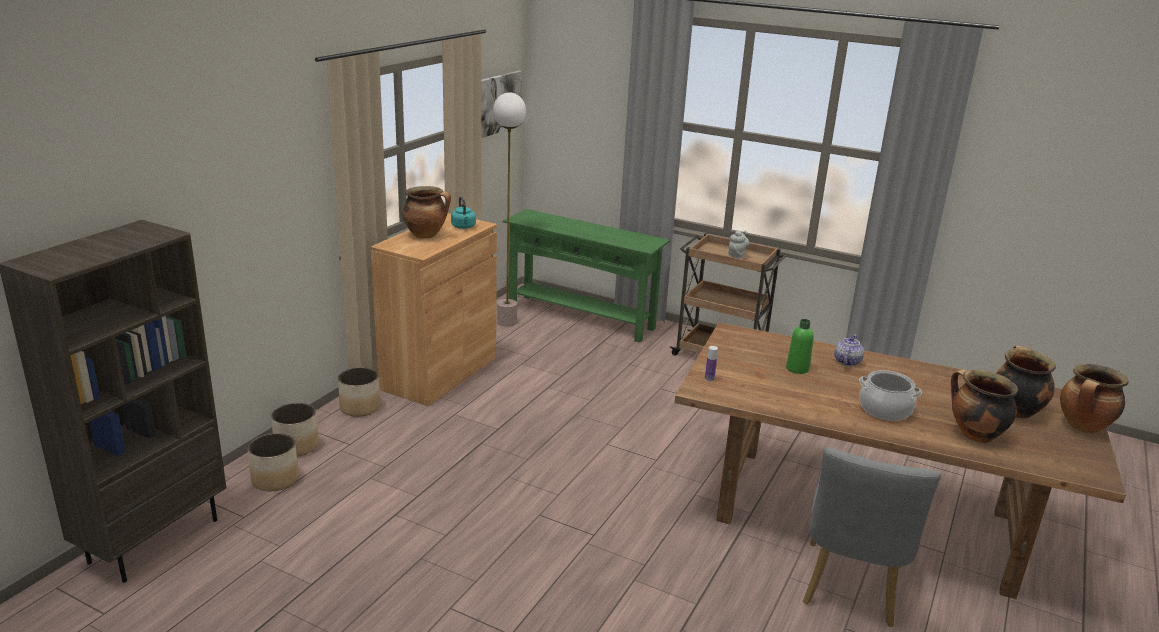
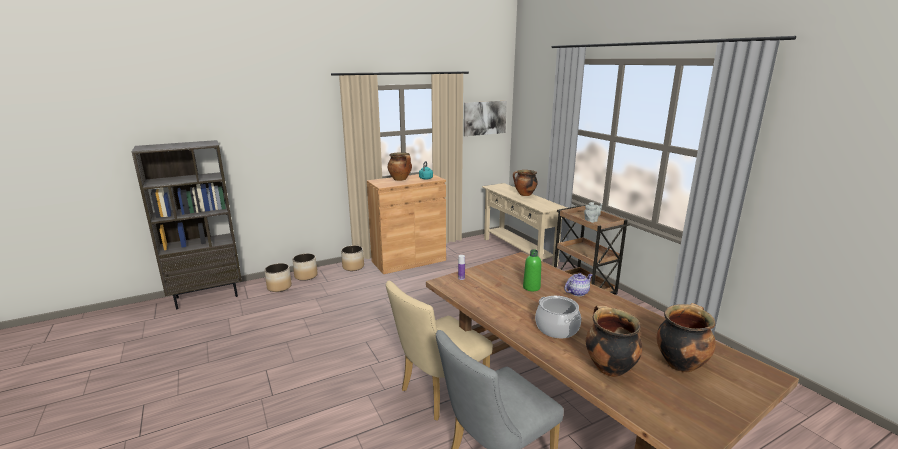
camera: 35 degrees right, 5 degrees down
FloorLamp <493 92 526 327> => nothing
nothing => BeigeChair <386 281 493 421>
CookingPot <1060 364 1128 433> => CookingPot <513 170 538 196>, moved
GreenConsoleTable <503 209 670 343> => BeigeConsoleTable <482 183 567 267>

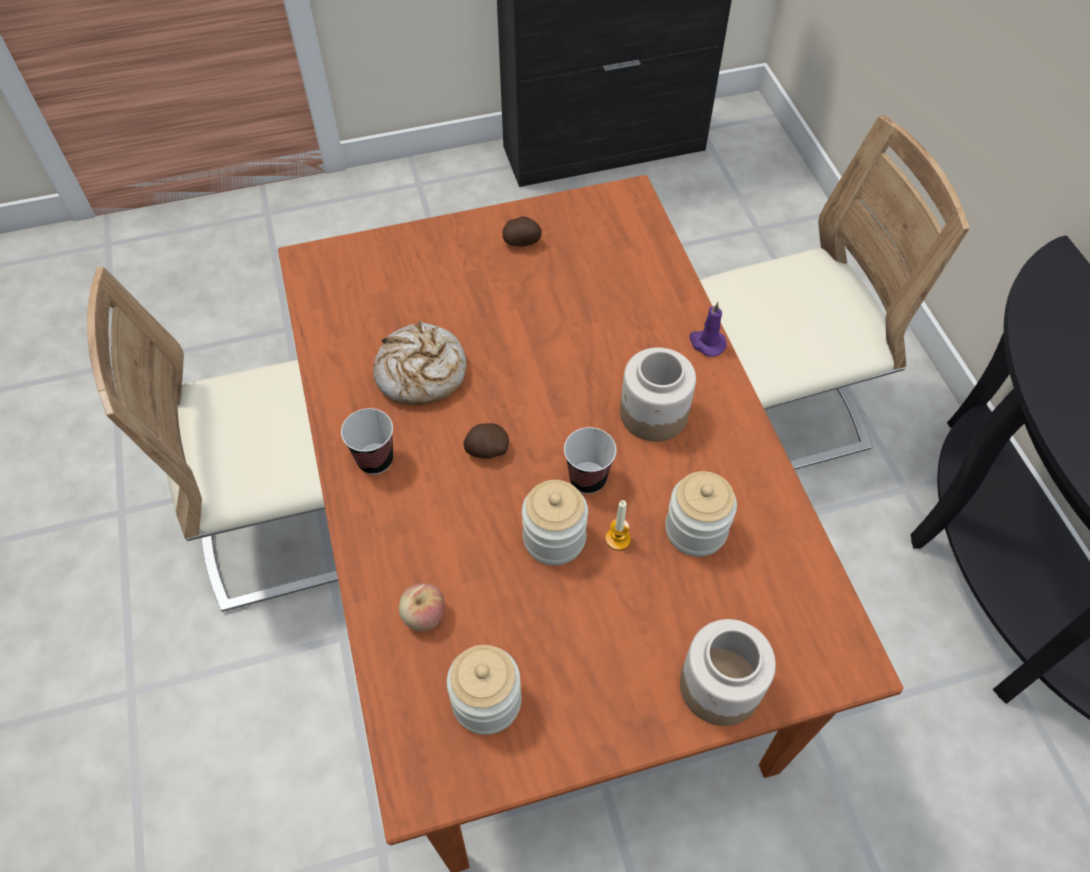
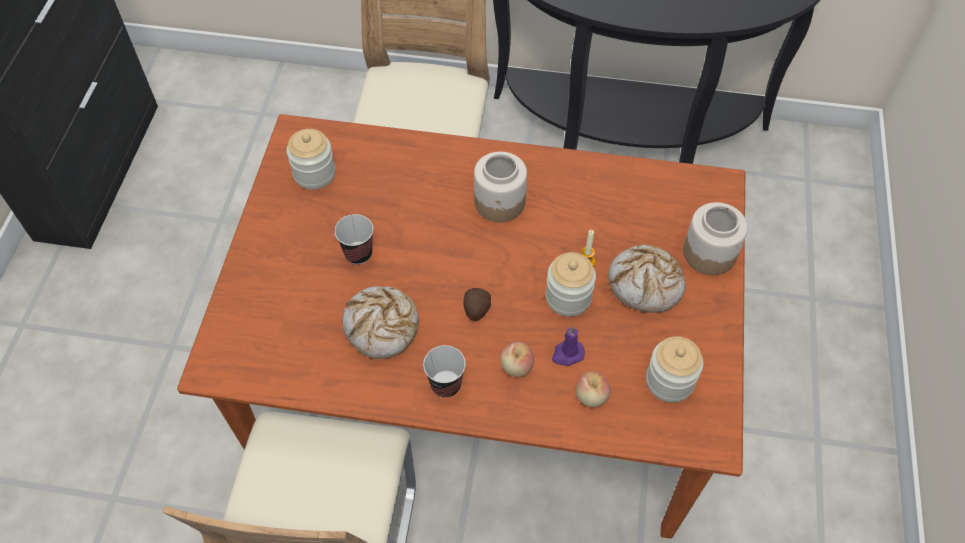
camera: 65 degrees left, 0 degrees up
Potato <502 216 542 246> => nothing
nothing => Apple <501 342 534 377>
nothing => Bread <608 244 685 313>
Cup <564 427 616 494> => Cup <335 214 373 265>, moved
Jar <665 471 737 557> => Jar <287 129 335 190>, moved
PurpleCandle <689 302 727 357> => PurpleCandle <552 326 585 366>, moved

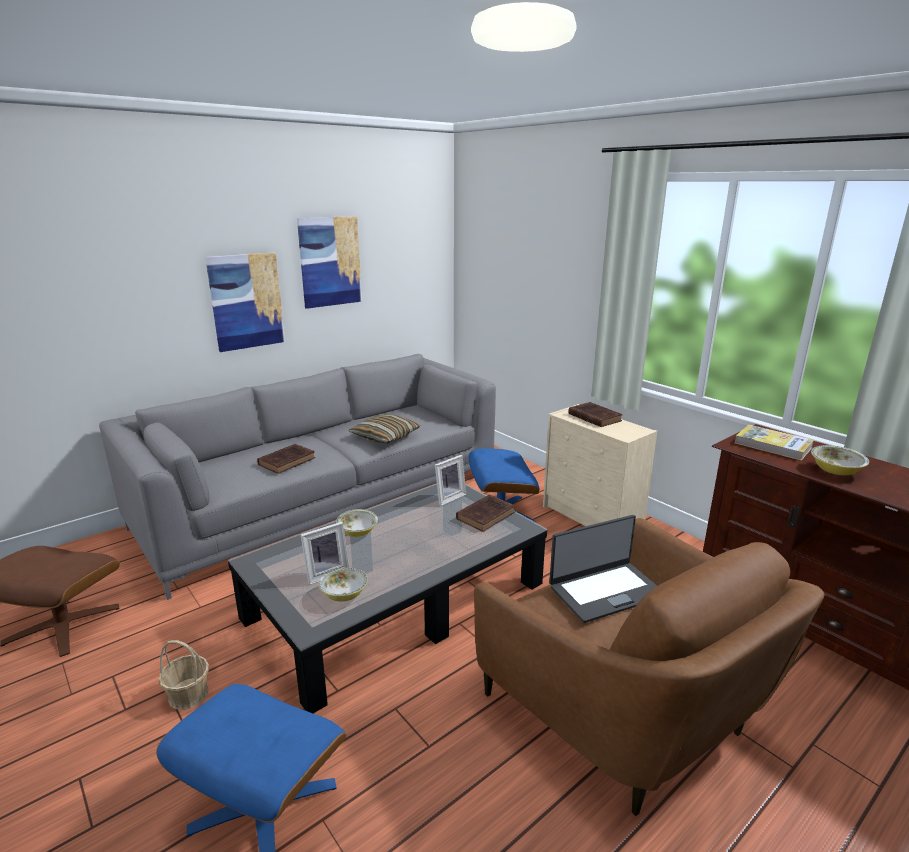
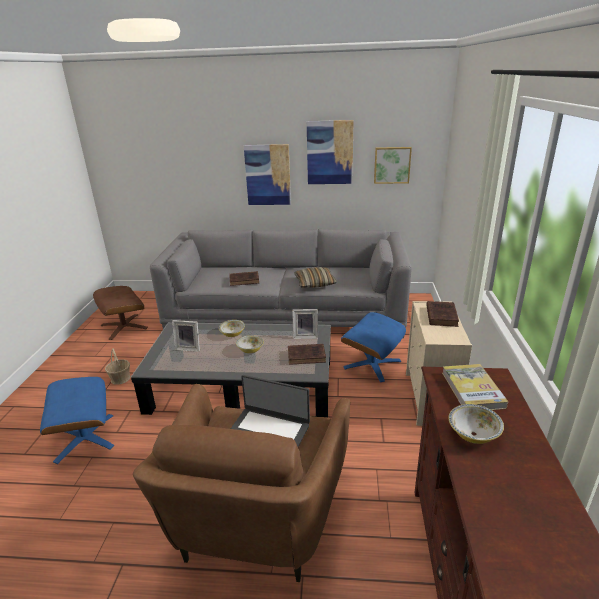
camera: 45 degrees right, 5 degrees up
nothing => Picture <374 147 412 184>
Bowl <318 568 368 602> => Bowl <236 335 264 353>, moved

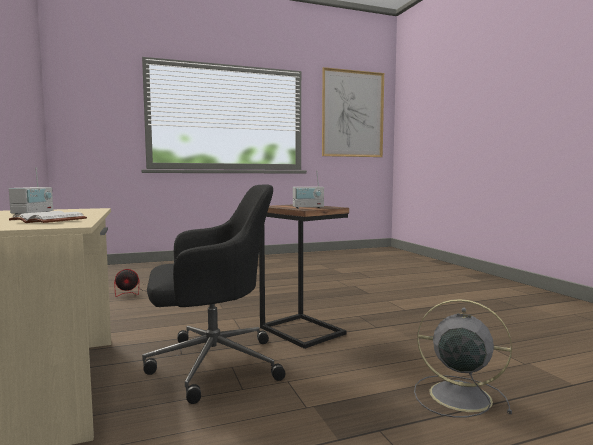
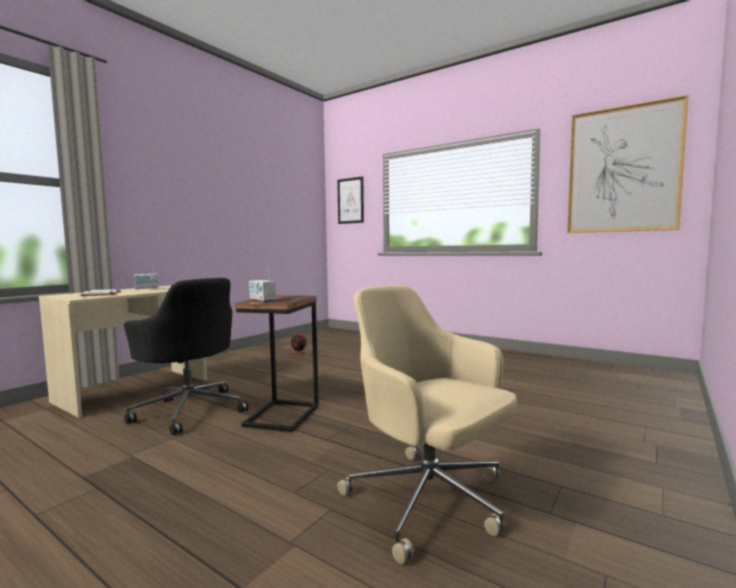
camera: 55 degrees right, 0 degrees up
GreyFan <414 299 512 418> => nothing
nothing => Picture <337 176 364 224>
nothing => BeigeOfficeChair <337 285 517 564>

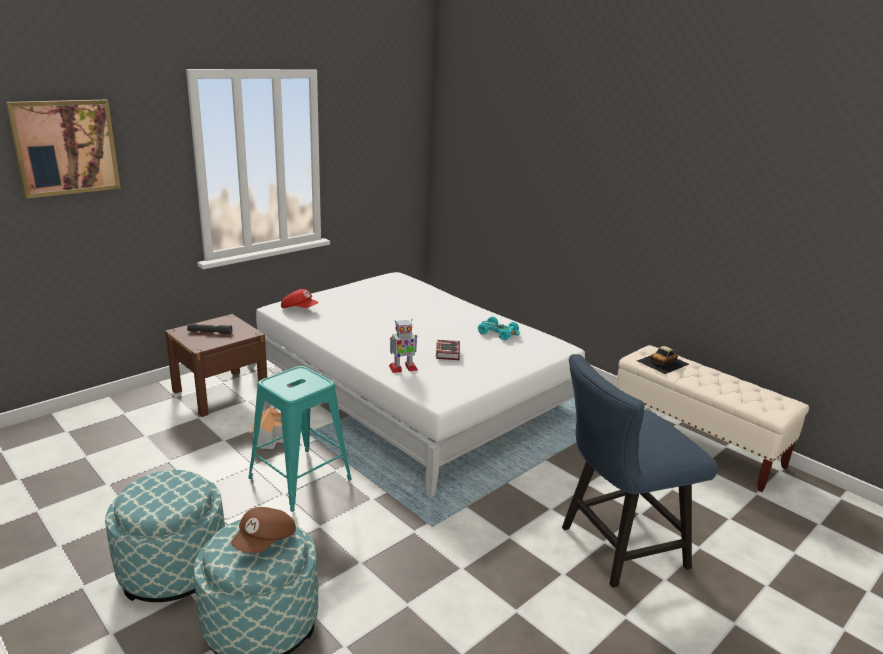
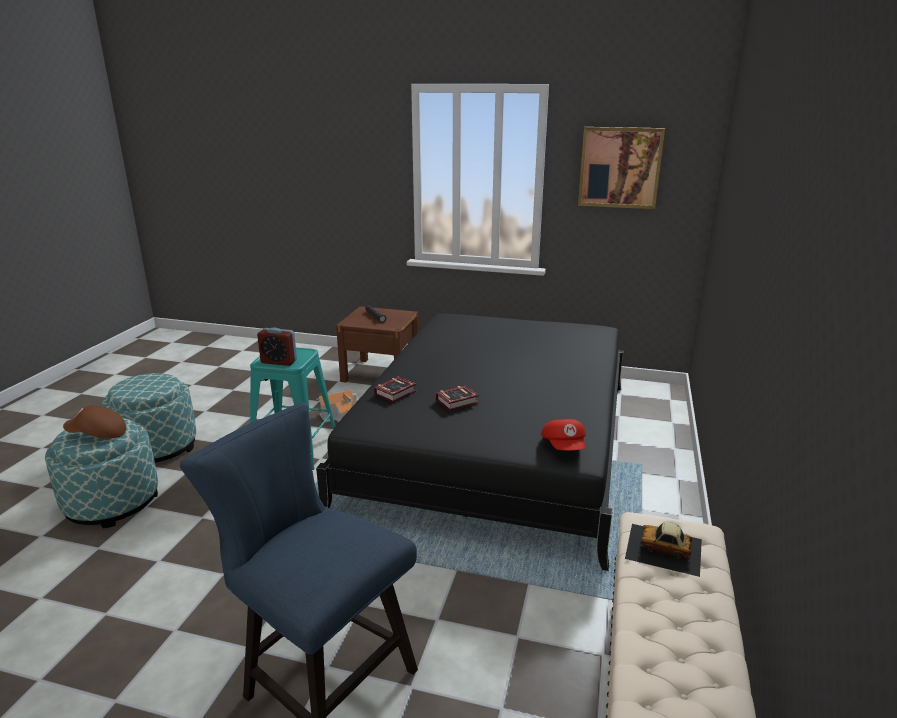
camera: 60 degrees right, 0 degrees up
TurquoiseToyCar <478 317 520 340> => nothing
nothing => AlarmClock <257 328 297 366>
Picture <6 100 121 199> => Picture <578 127 665 209>, moved
RedCap <281 289 319 308> => RedCap <541 419 586 450>, moved
ToyRobot <389 319 418 373> => Book <374 377 416 403>
WhiteBed <247 272 585 498> => BlackBed <316 314 623 571>

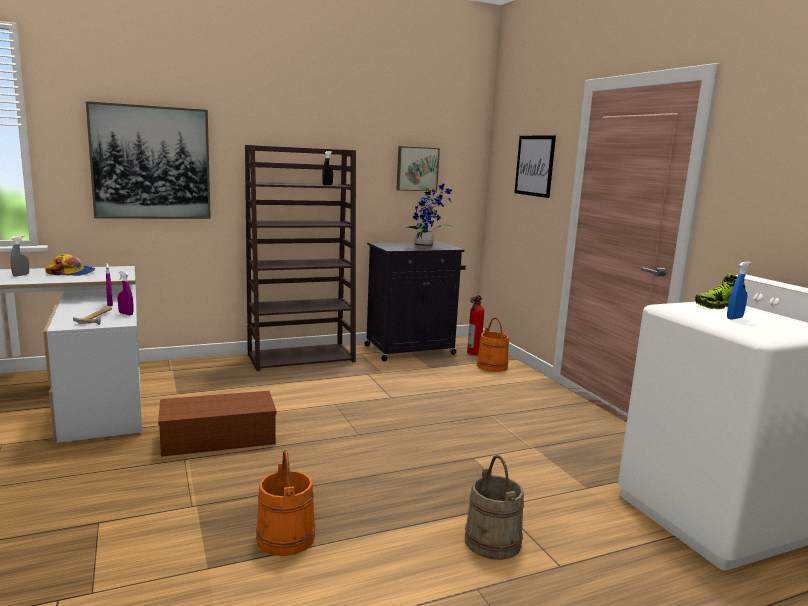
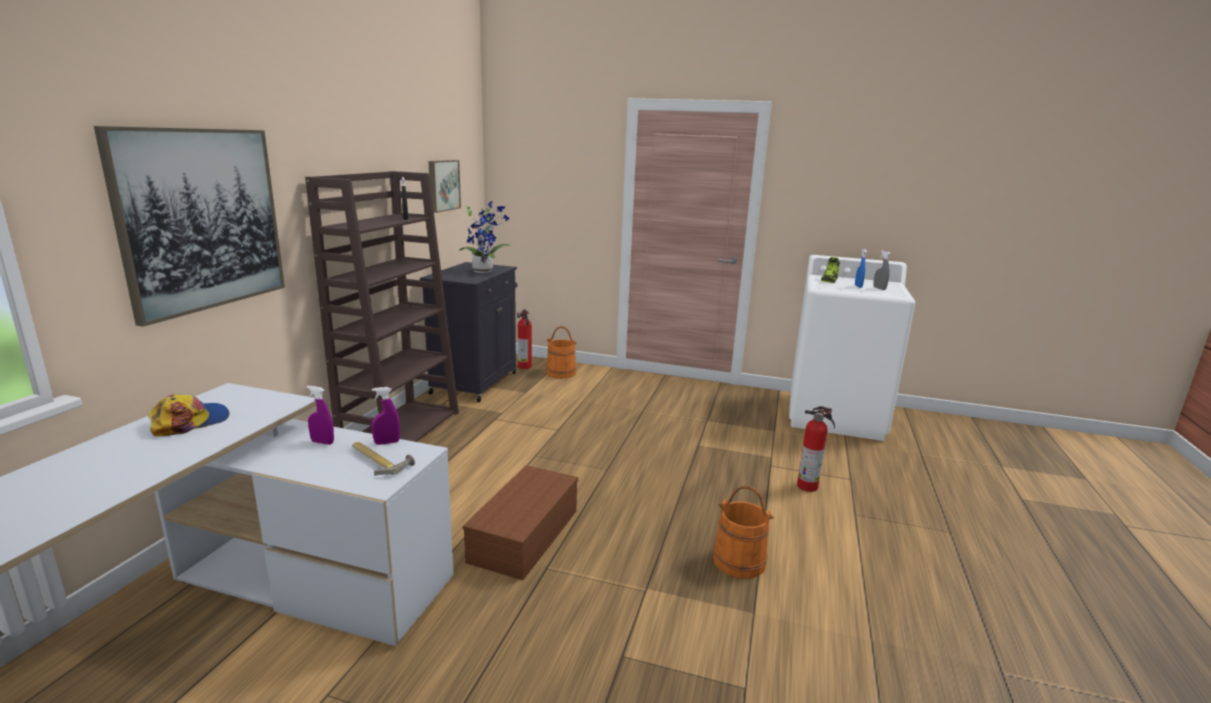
camera: 50 degrees left, 5 degrees up
Picture <514 135 556 198> => nothing
GreySprayBottle <10 235 29 276> => GreySprayBottle <873 250 890 290>, moved
BeigeBucket <465 455 524 560> => FireExtinguisher <797 406 835 492>

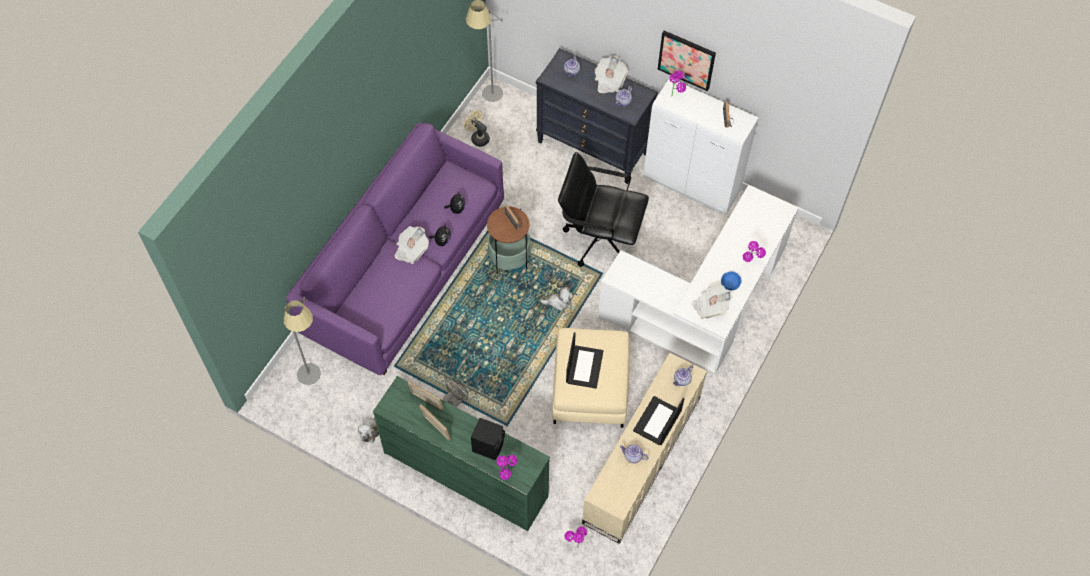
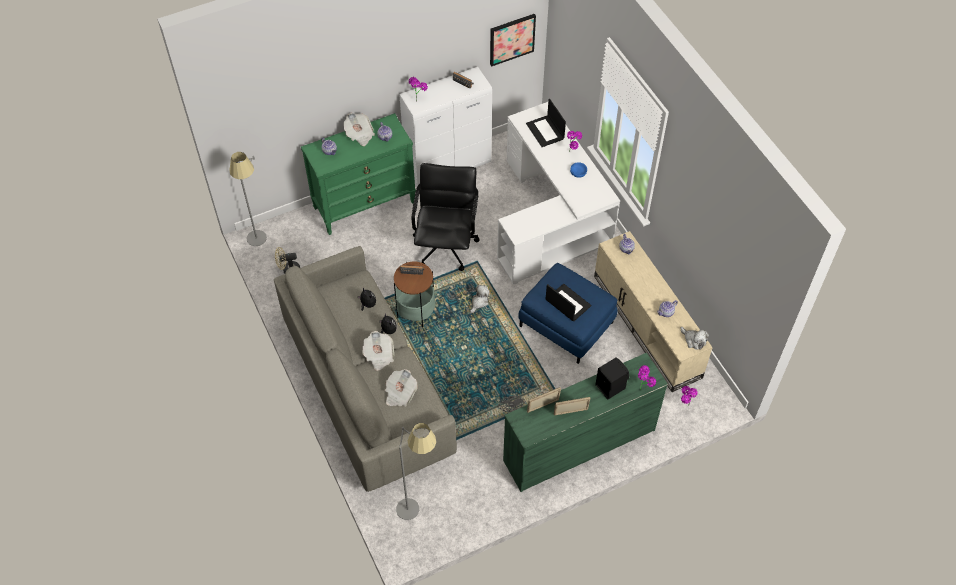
camera: 55 degrees left, 5 degrees down
PlushToy <358 413 379 443> => PlushToy <681 327 709 350>, moved
Laptop <633 396 685 445> => Laptop <526 99 566 147>, moved
Picture <658 31 716 91> => Picture <490 14 536 67>, moved
Newspaper <691 285 732 319> => Newspaper <385 369 418 407>, moved
PurpleSofa <286 122 504 375> => GreySofa <274 246 457 492>
BlackDresser <536 48 658 184> => GreenDresser <301 113 416 235>
BeigeOttoman <552 328 630 428> => BlueOttoman <518 263 618 364>
BlackOfficeChair <558 152 649 267> => BlackOfficeChair <412 163 480 271>, 135 degrees clockwise

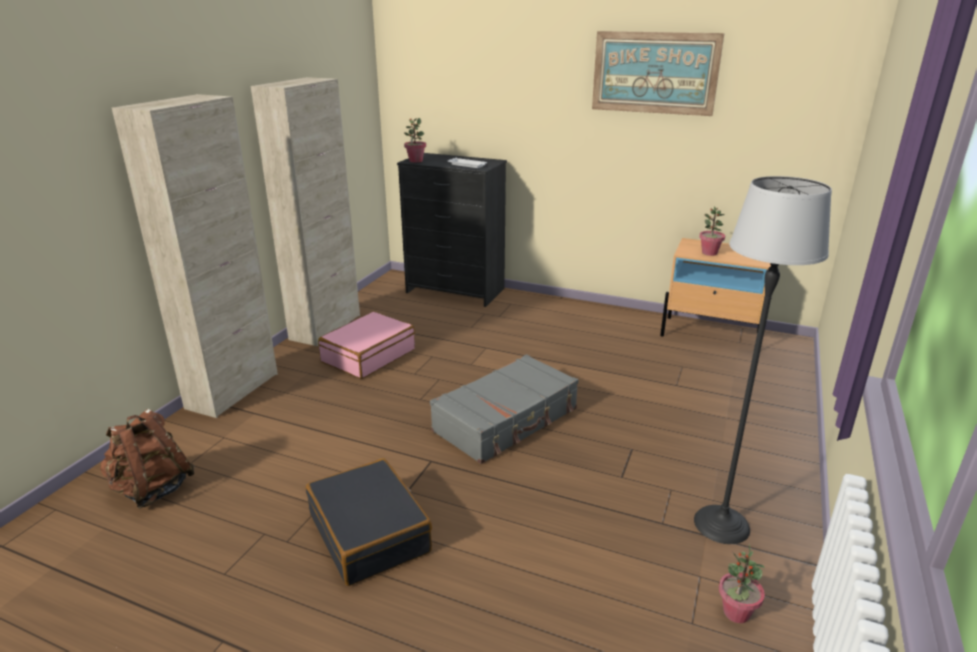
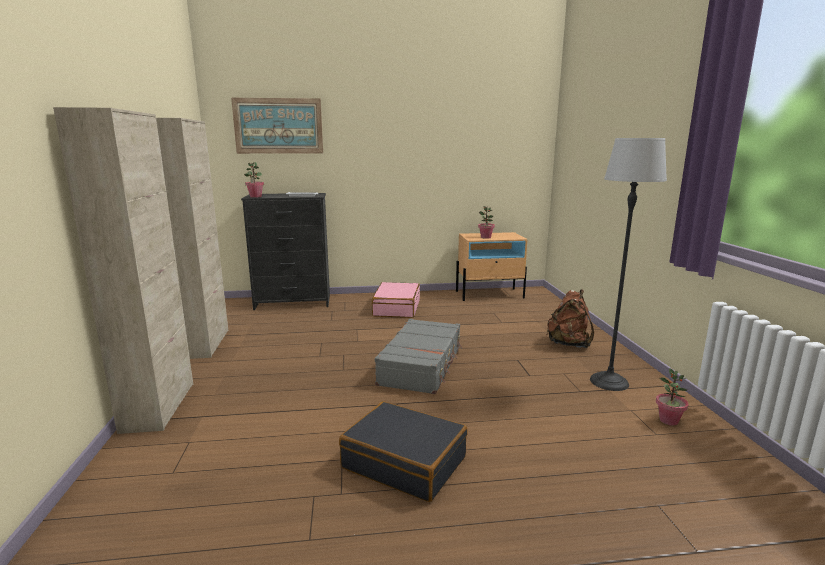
camera: 30 degrees left, 10 degrees down
BrownBackpack <100 409 195 509> => BrownBackpack <546 289 594 348>, moved
PinkSuitcase <318 312 415 379> => PinkSuitcase <372 282 420 318>, moved
Picture <592 31 725 116> => Picture <231 98 323 154>, moved

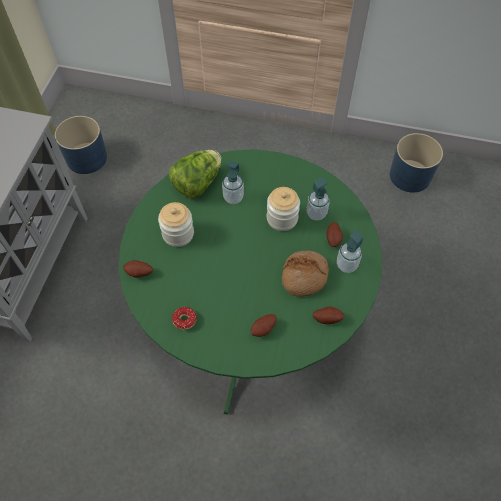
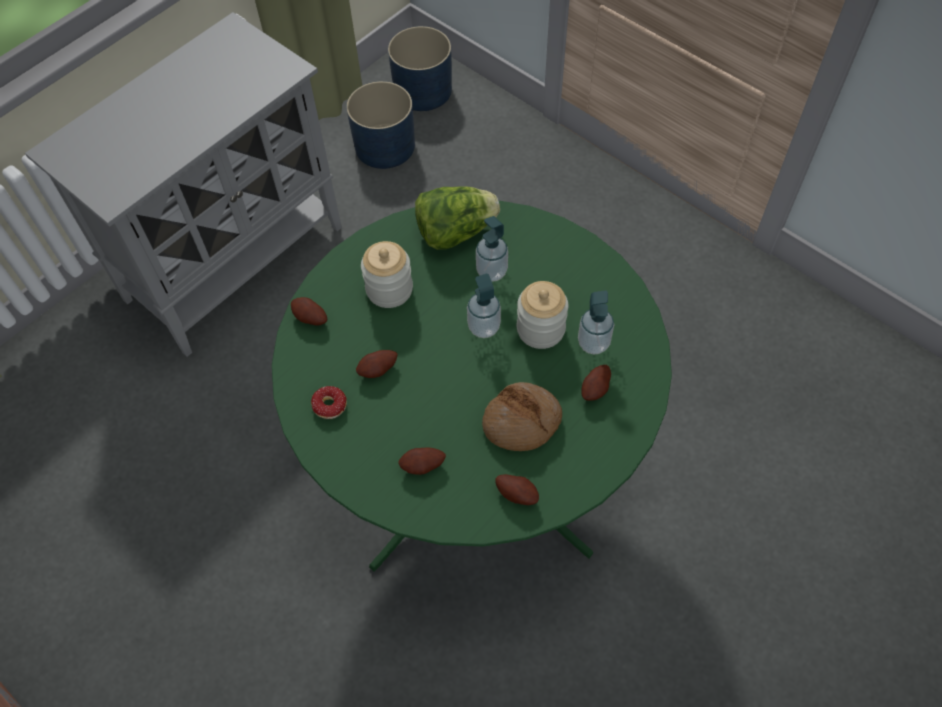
camera: 30 degrees right, 0 degrees up
nothing => Potato <356 350 397 378>
SoapDispenser <337 231 363 273> => SoapDispenser <467 274 501 338>, moved
BluePlanter <390 133 443 193> => BluePlanter <388 26 452 111>, moved

